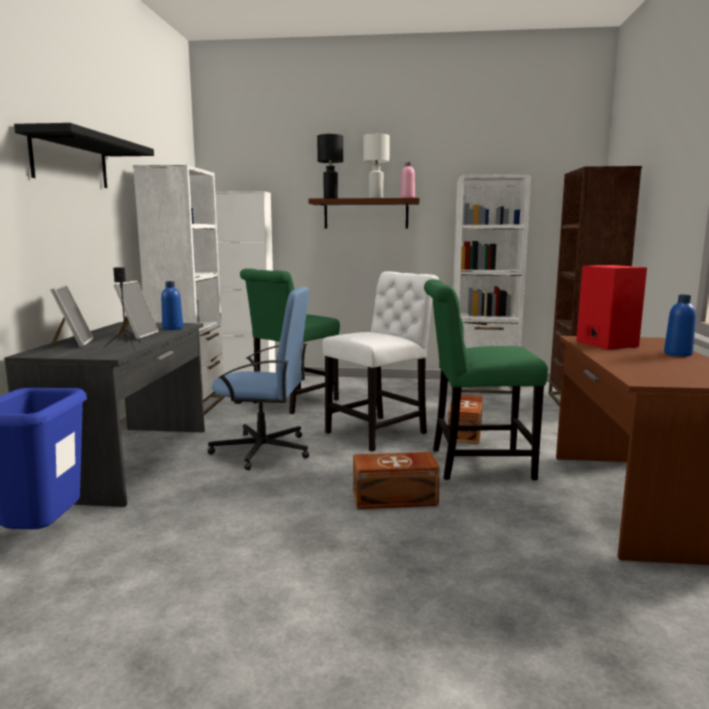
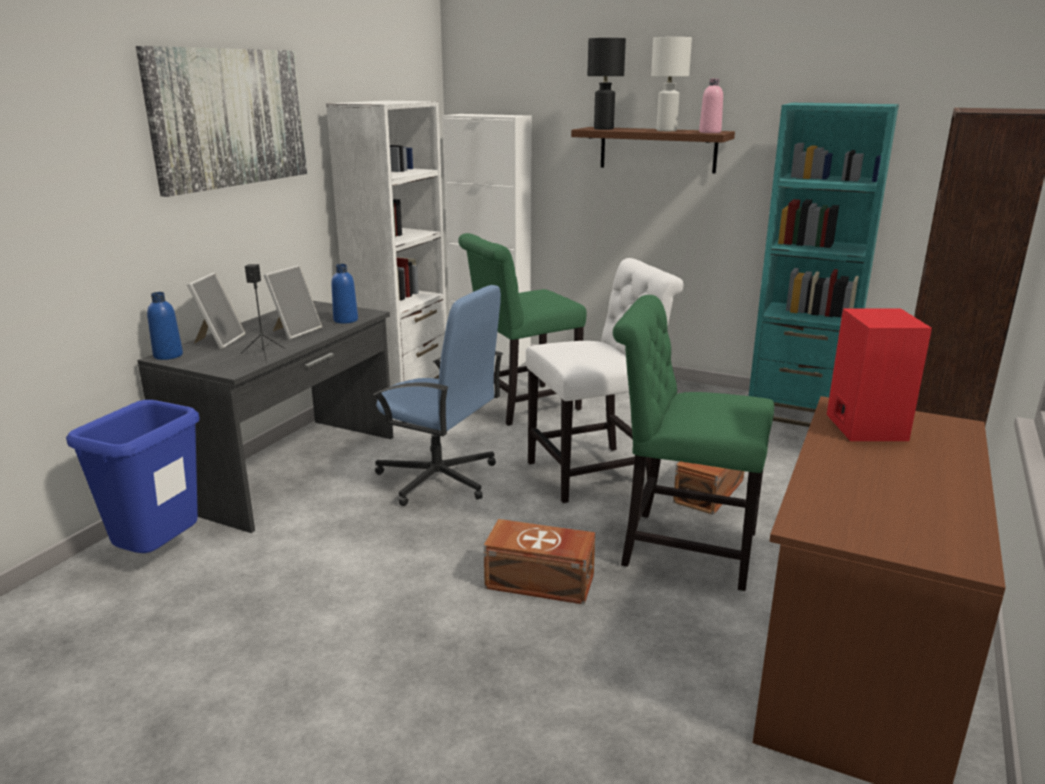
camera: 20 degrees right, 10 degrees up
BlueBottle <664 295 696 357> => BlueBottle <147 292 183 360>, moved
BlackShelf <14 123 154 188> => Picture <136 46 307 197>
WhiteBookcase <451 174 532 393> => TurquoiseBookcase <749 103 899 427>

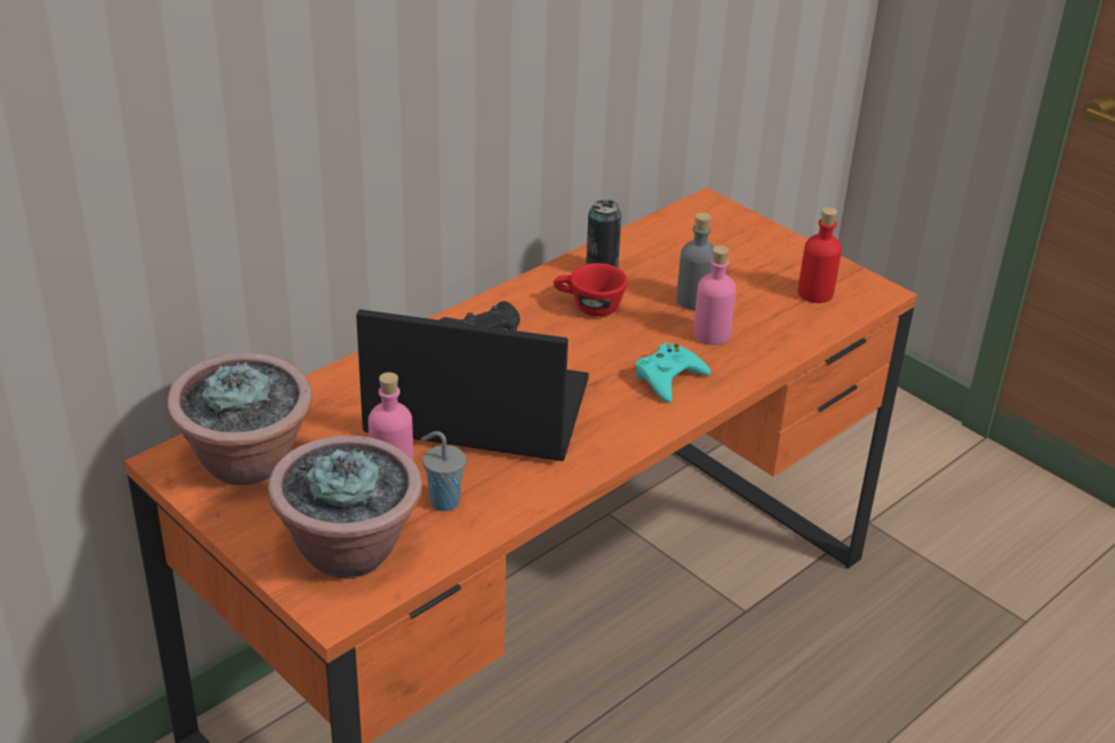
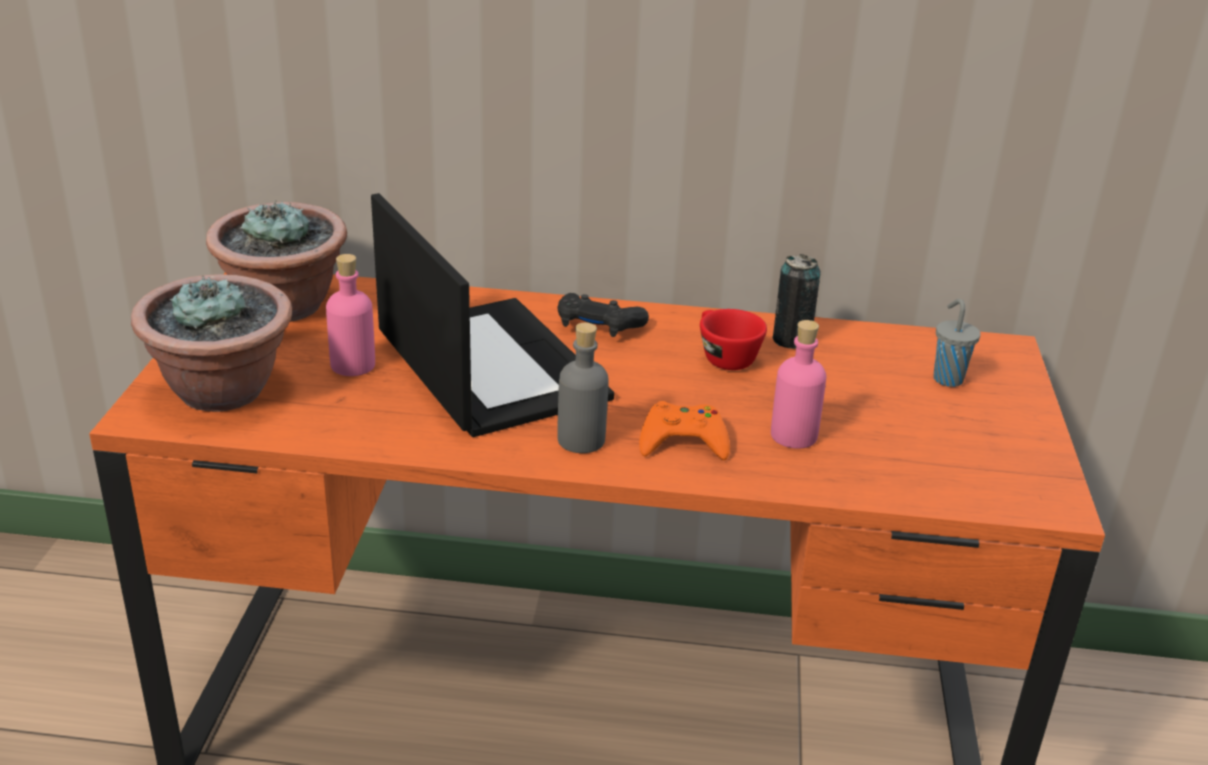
camera: 50 degrees right, 5 degrees down
RedBottle <798 207 842 303> => nothing
GreyCup <421 431 466 511> => GreyCup <934 299 980 387>, moved
GreyBottle <677 212 714 310> => GreyBottle <557 323 609 453>, moved
TurquoiseGameController <635 343 711 403> => OrangeGameController <639 401 730 460>

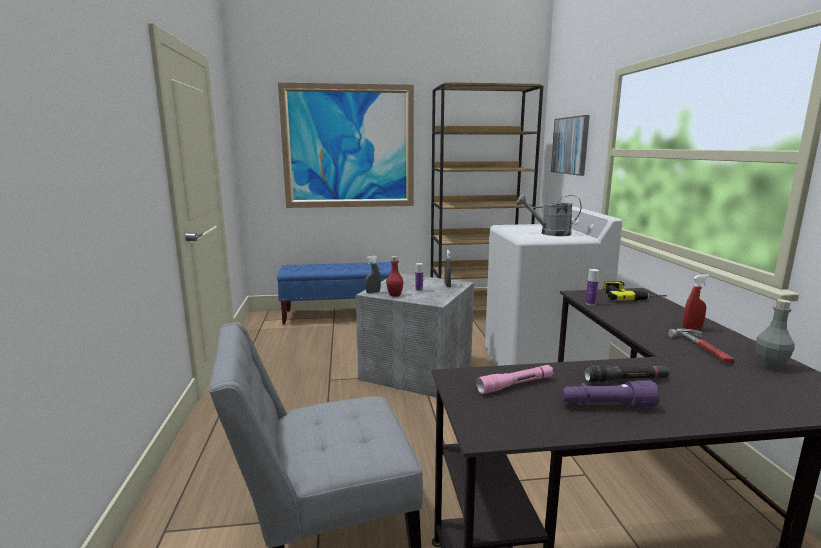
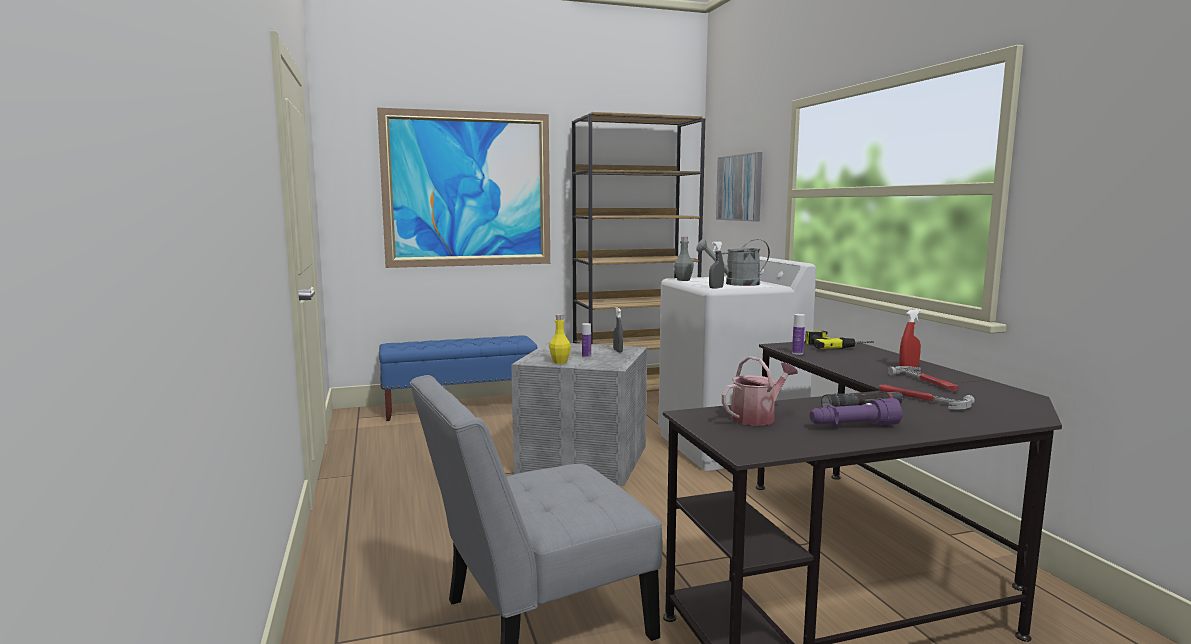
camera: 10 degrees left, 5 degrees down
nothing => Hammer <879 385 975 410>
GreySprayBottle <365 256 381 294> => GreySprayBottle <709 241 724 289>, moved
GreyBottle <756 299 795 370> => GreyBottle <674 237 694 281>, moved
PinkFlashlight <476 365 554 394> => WateringCan <722 356 798 426>
RedBottle <386 256 404 297> => YellowBottle <549 314 571 364>

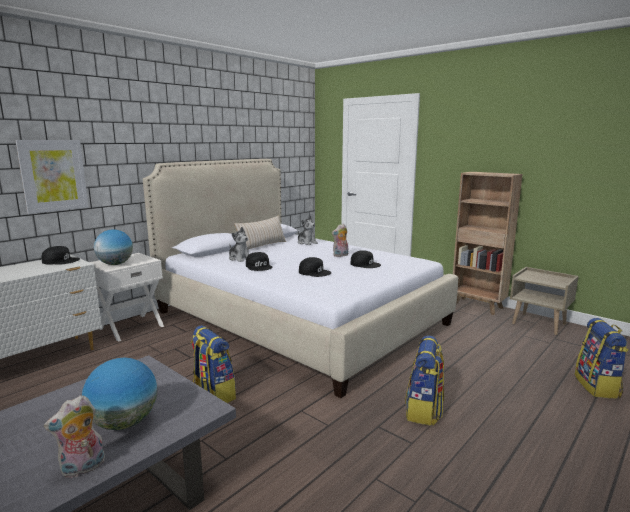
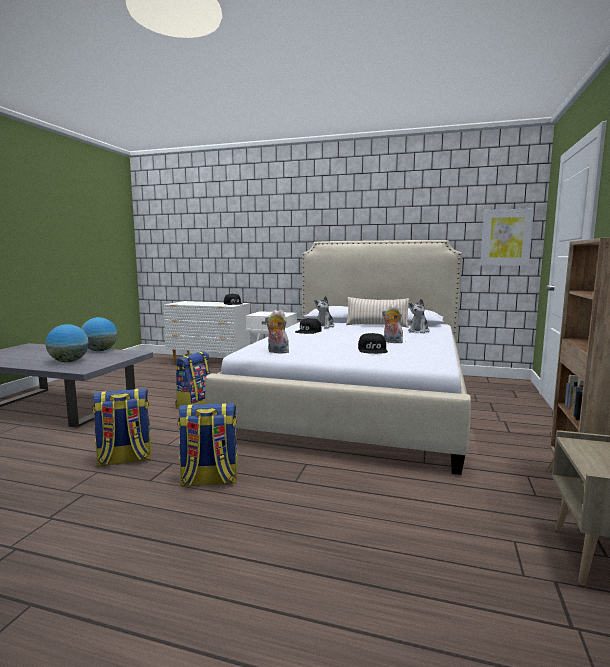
camera: 65 degrees right, 5 degrees down
BlackCap <299 257 331 277> => nothing
Picture <15 140 89 214> => Picture <480 208 534 266>, moved
PlushToy <44 395 105 478> => PlushToy <265 310 289 354>, moved
Globe <94 229 133 265> => Globe <81 317 117 351>, moved
Backpack <575 318 629 399> => Backpack <92 388 151 466>, moved

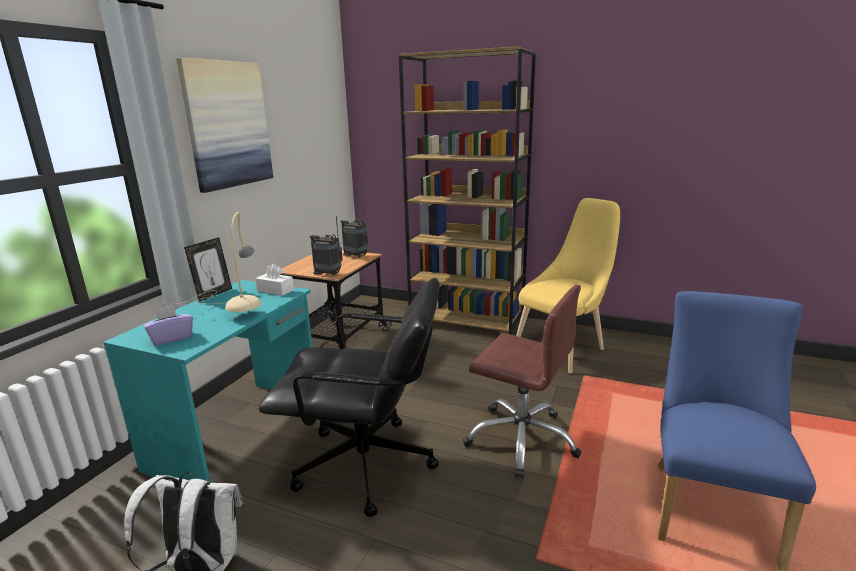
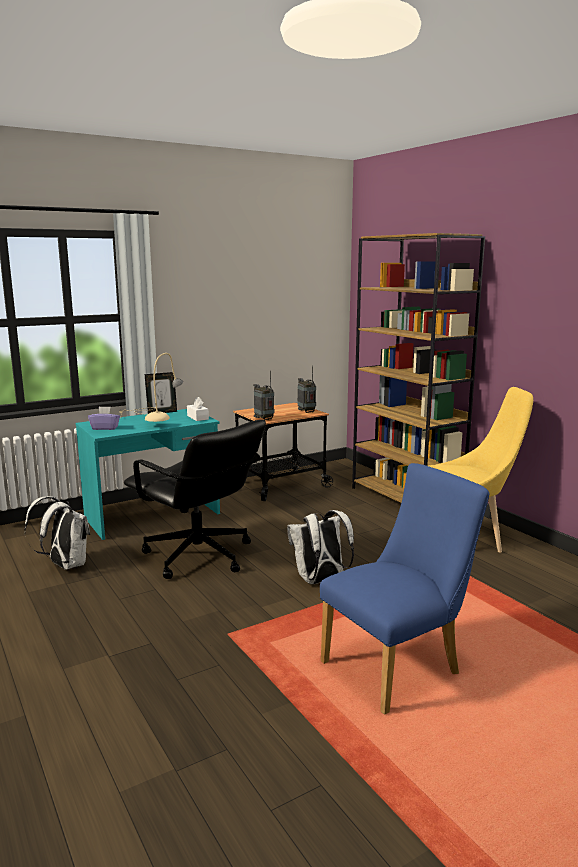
camera: 35 degrees right, 5 degrees down
Picture <176 57 273 193> => nothing
BrownOfficeChair <463 285 582 479> => WhiteBackpack <287 510 354 584>

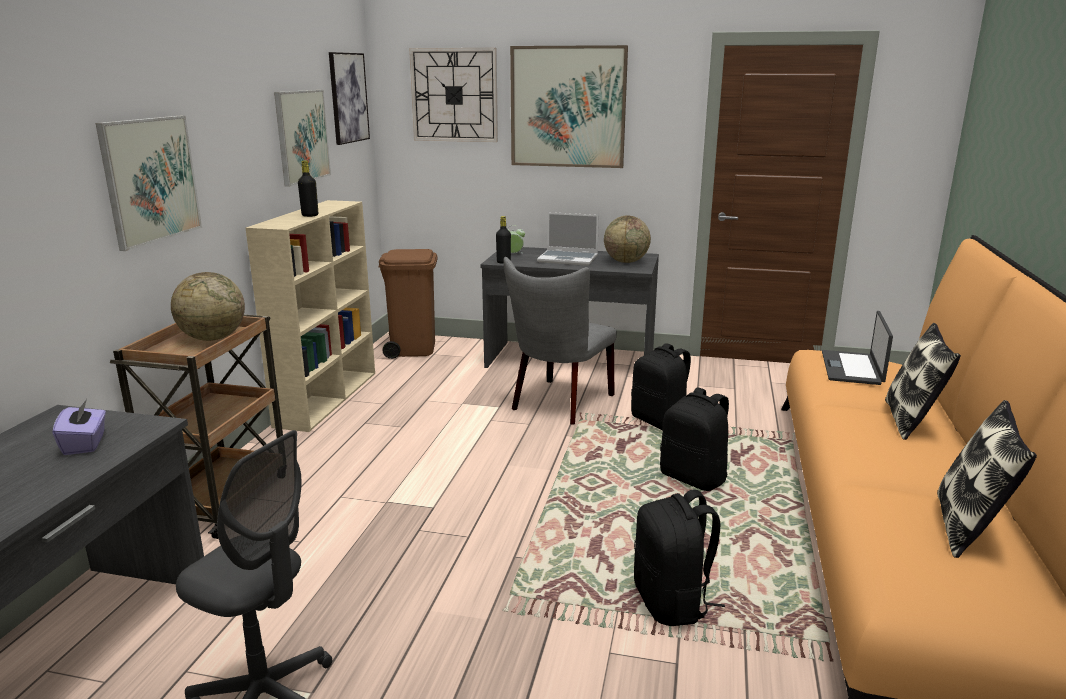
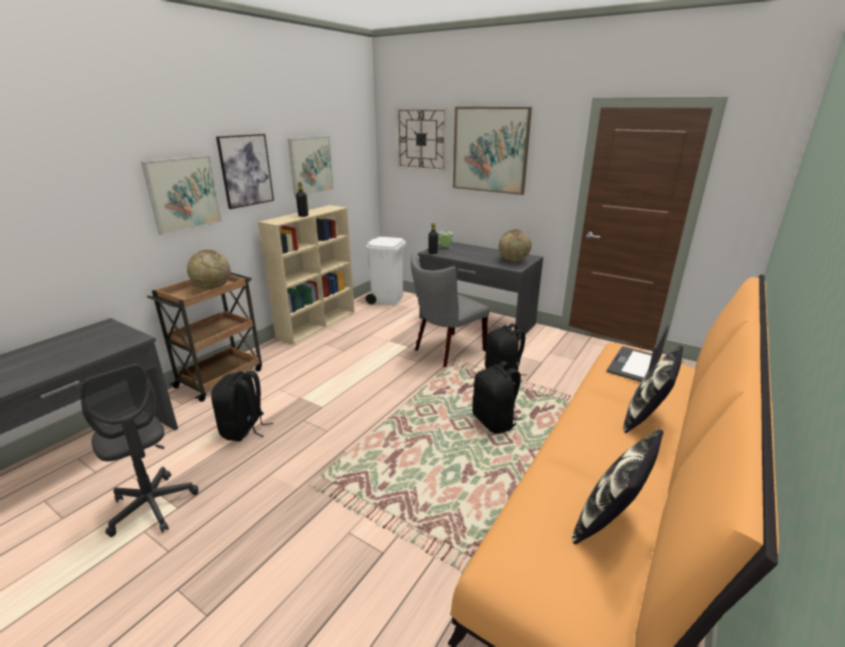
camera: 20 degrees right, 5 degrees up
PurpleTissueBox <52 399 106 455> => nothing
Laptop <537 212 599 266> => nothing
Picture <329 52 370 145> => Picture <216 134 274 209>, moved
BlackBackpack <634 490 725 626> => BlackBackpack <211 371 273 442>, moved
BrownTrashCan <378 249 438 359> => WhiteTrashCan <366 237 406 305>

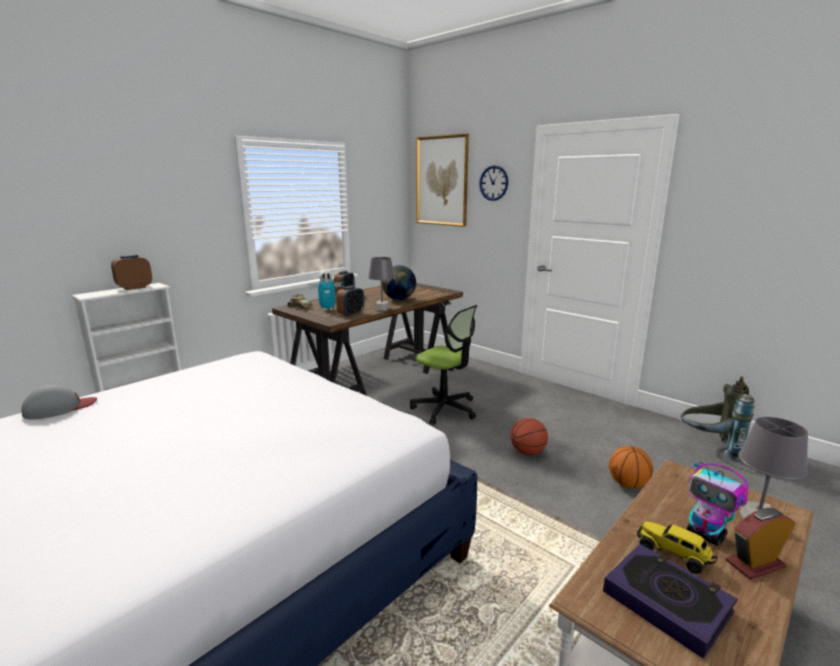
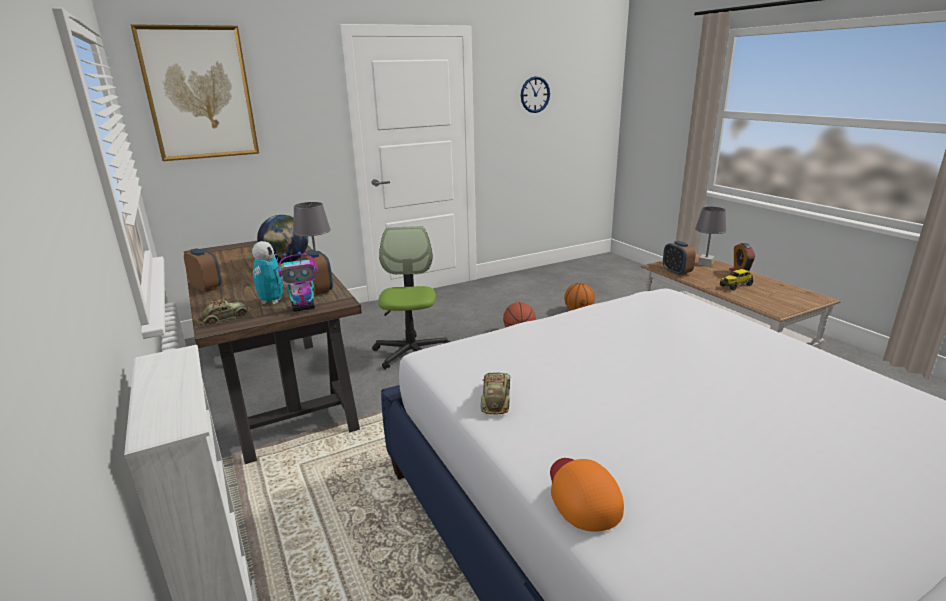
camera: 70 degrees left, 5 degrees up
Book <603 544 738 658> => nothing
GreyBackpack <681 377 755 461> => nothing
nothing => ToyCar <481 372 511 415>
AlarmClock <111 254 152 290> => AlarmClock <663 241 696 276>, moved
WallClock <479 165 508 201> => WallClock <521 76 550 113>, moved
ToyRobot <687 462 748 546> => ToyRobot <278 251 318 312>, moved
GreyCap <21 385 97 420> => OrangeCap <550 458 624 532>
OfficeChair <410 305 477 425> => OfficeChair <372 226 450 369>, 60 degrees counterclockwise

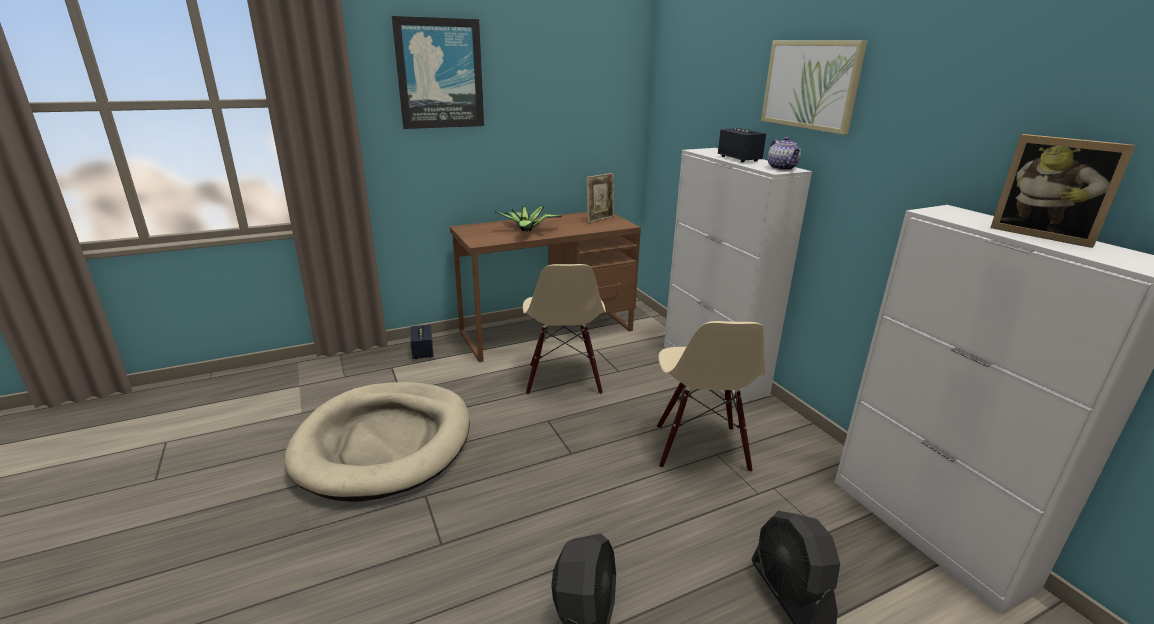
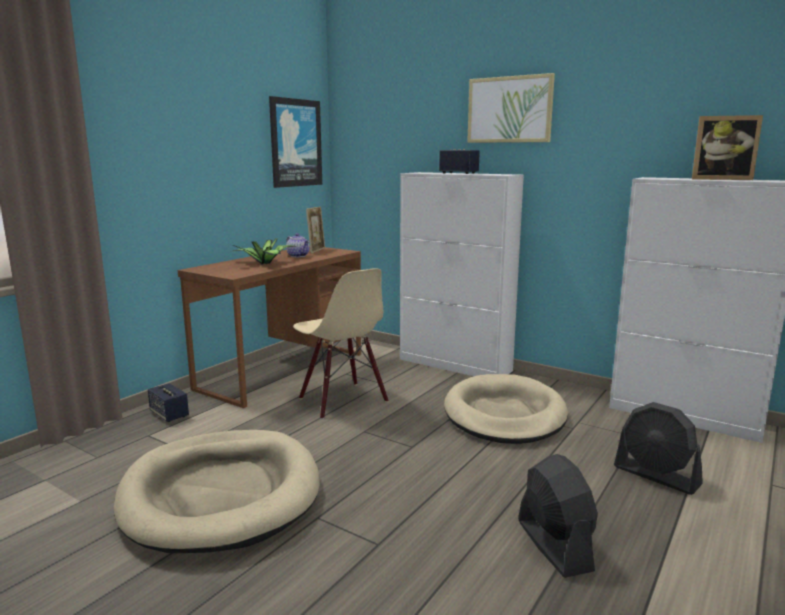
camera: 30 degrees left, 10 degrees down
Picture <392 16 484 129> => Picture <269 96 322 188>, moved
Teapot <768 137 801 170> => Teapot <286 233 310 257>, moved
BeigeChair <657 321 765 472> => BeigeDogBed <444 374 568 444>

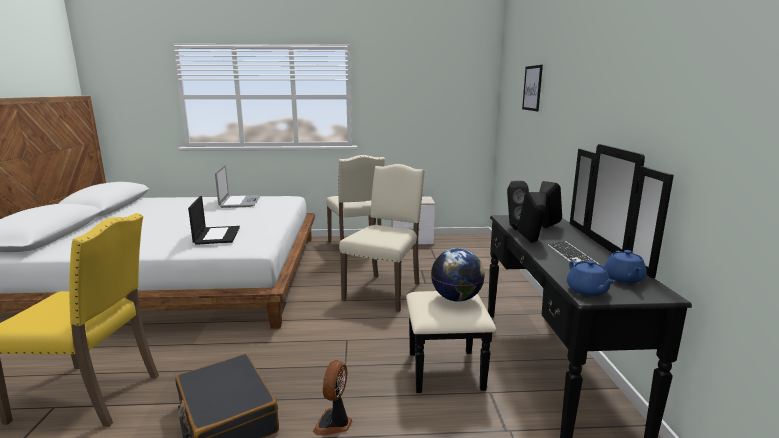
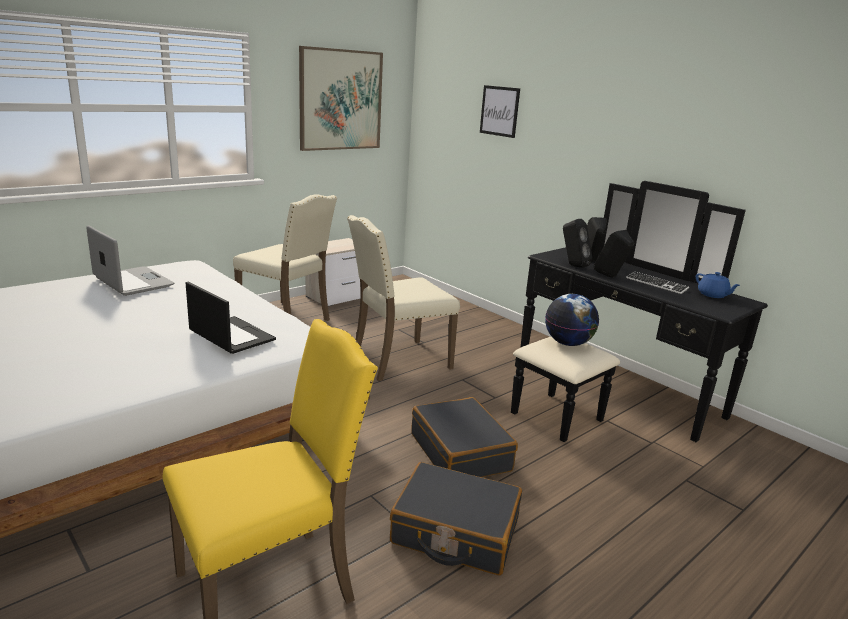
camera: 40 degrees left, 5 degrees up
Fan <313 360 352 436> => nothing
BlueTeapot <567 260 615 296> => nothing
nothing => Picture <299 46 383 151>
nothing => BlackSuitcase <411 397 518 477>
BeigeChair <339 164 425 312> => BeigeChair <347 215 460 381>, 105 degrees counterclockwise

